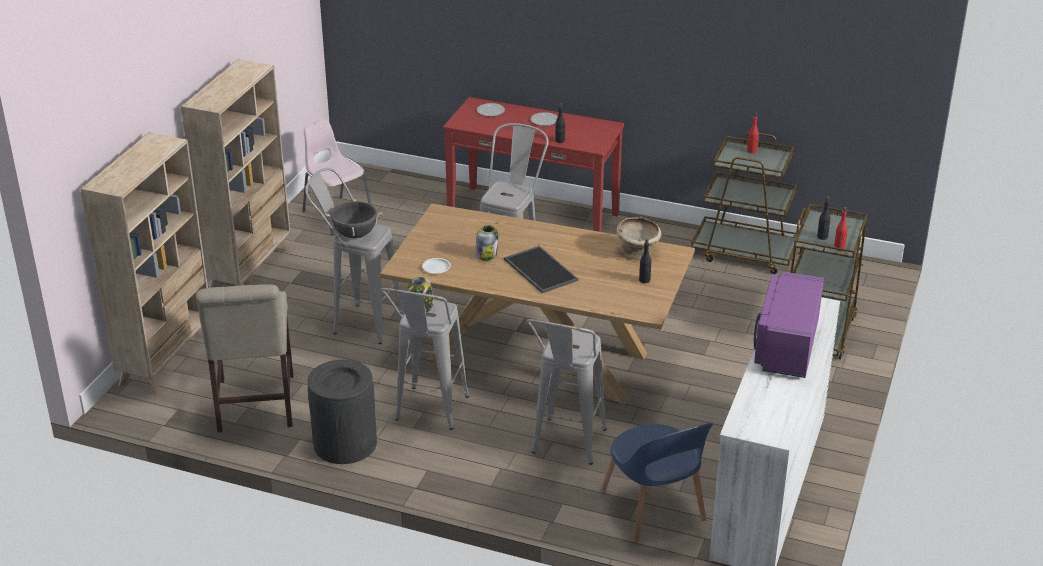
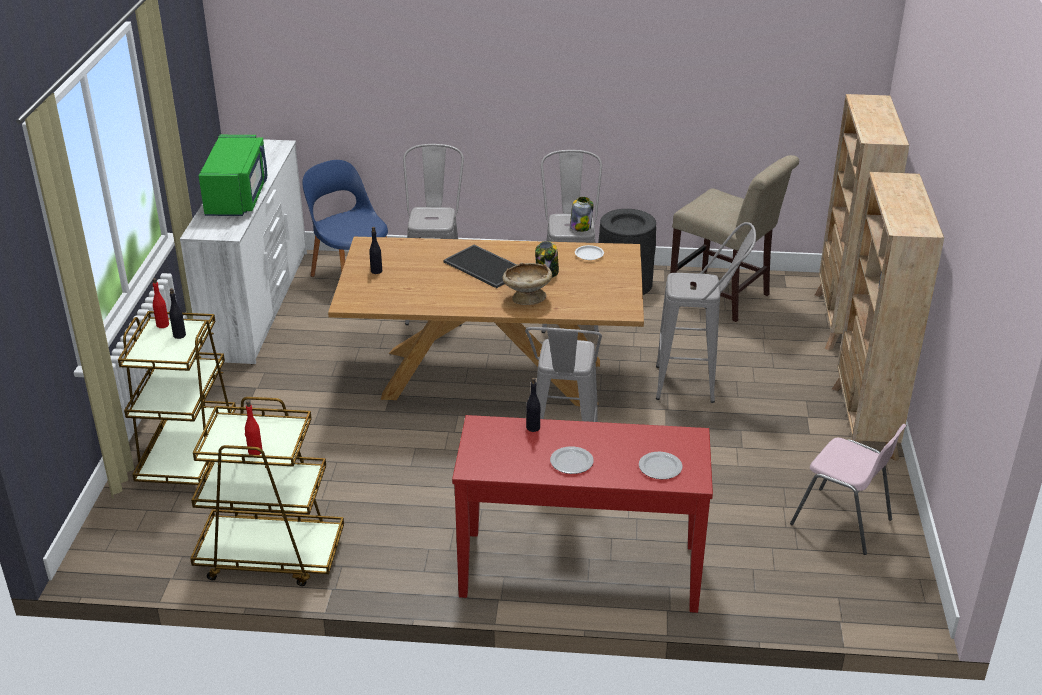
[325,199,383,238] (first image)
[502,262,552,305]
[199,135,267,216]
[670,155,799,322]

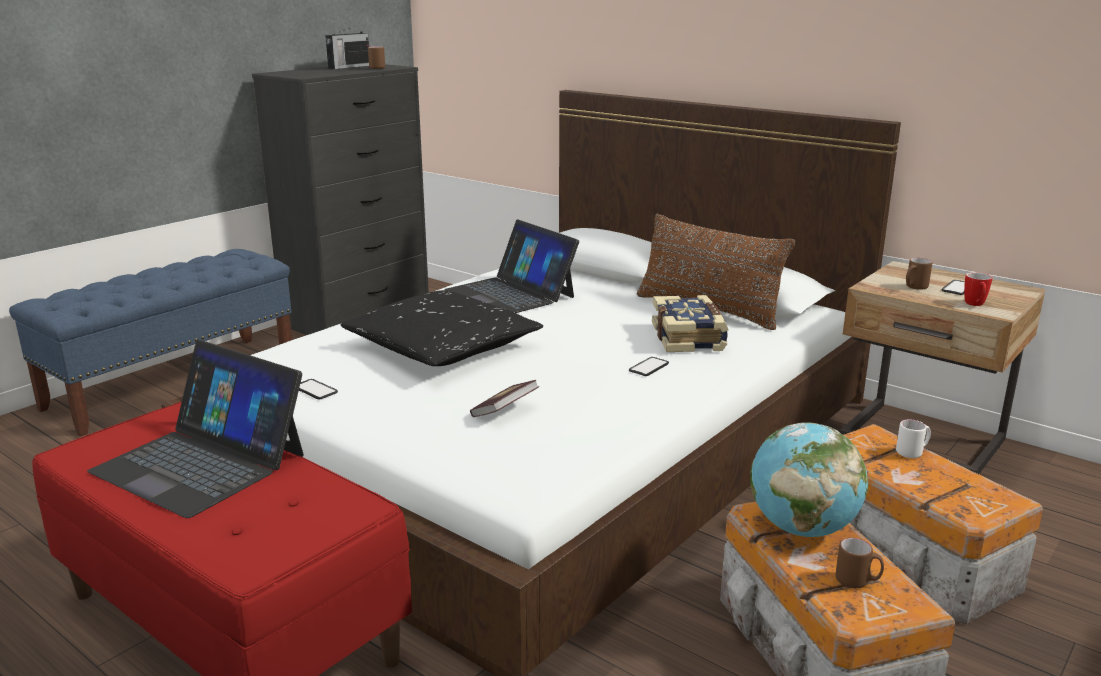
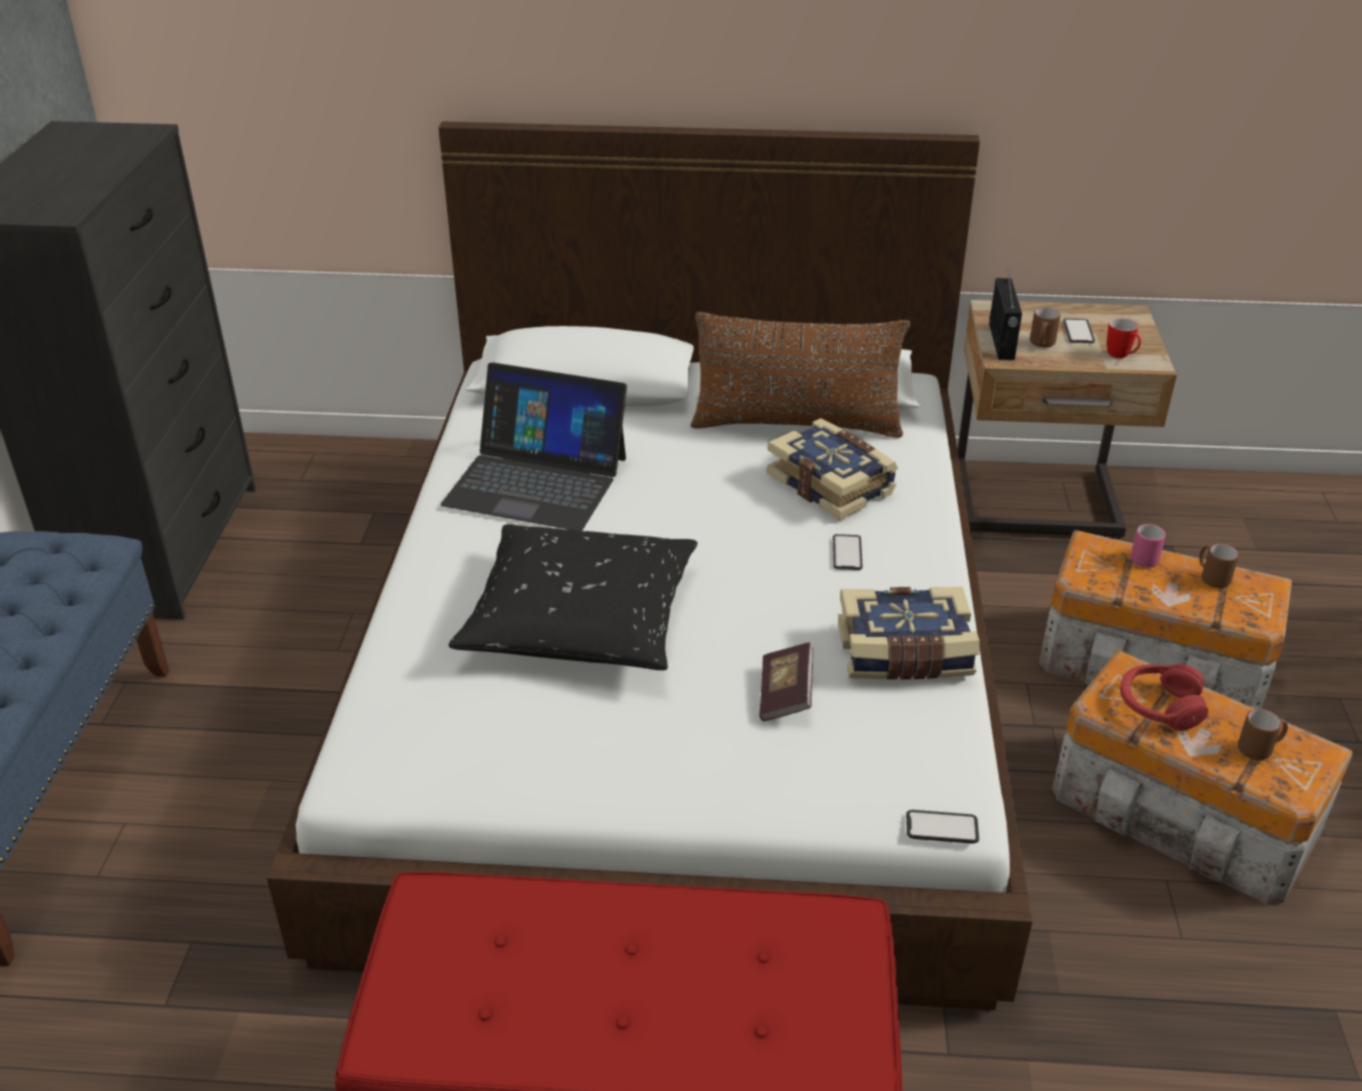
[989,269,1022,360]
[1199,544,1239,588]
[87,340,304,518] (first image)
[906,810,979,844]
[1131,524,1166,567]
[1120,664,1208,731]
[838,587,979,680]

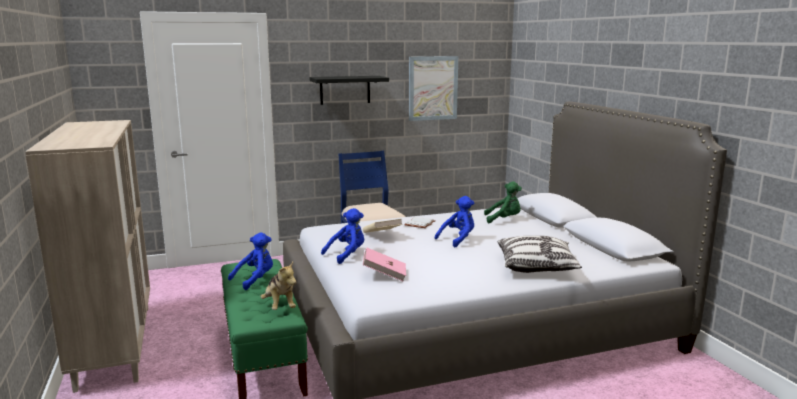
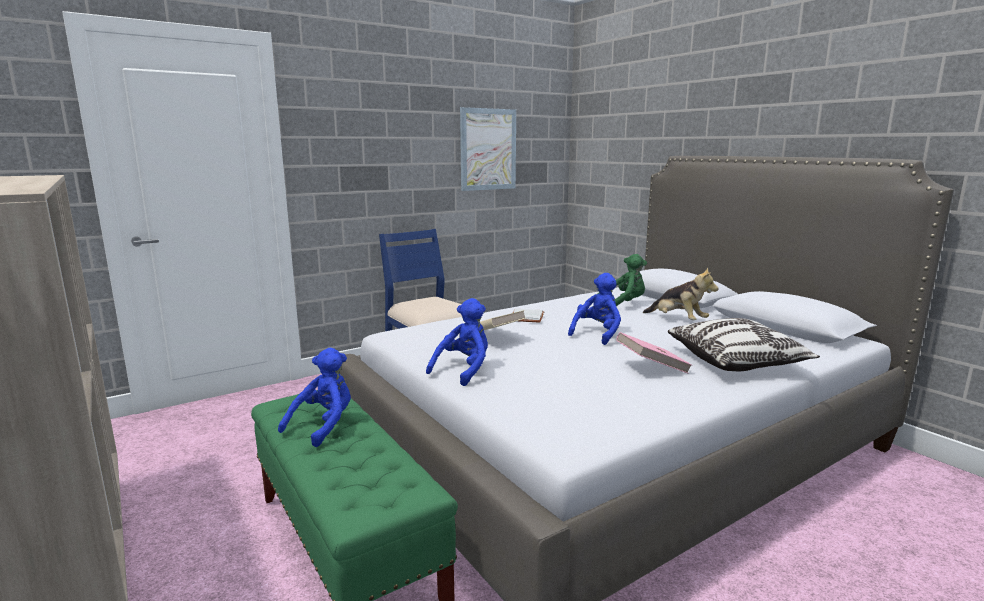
[309,76,389,105] (first image)
[616,332,692,374]
[643,267,718,320]

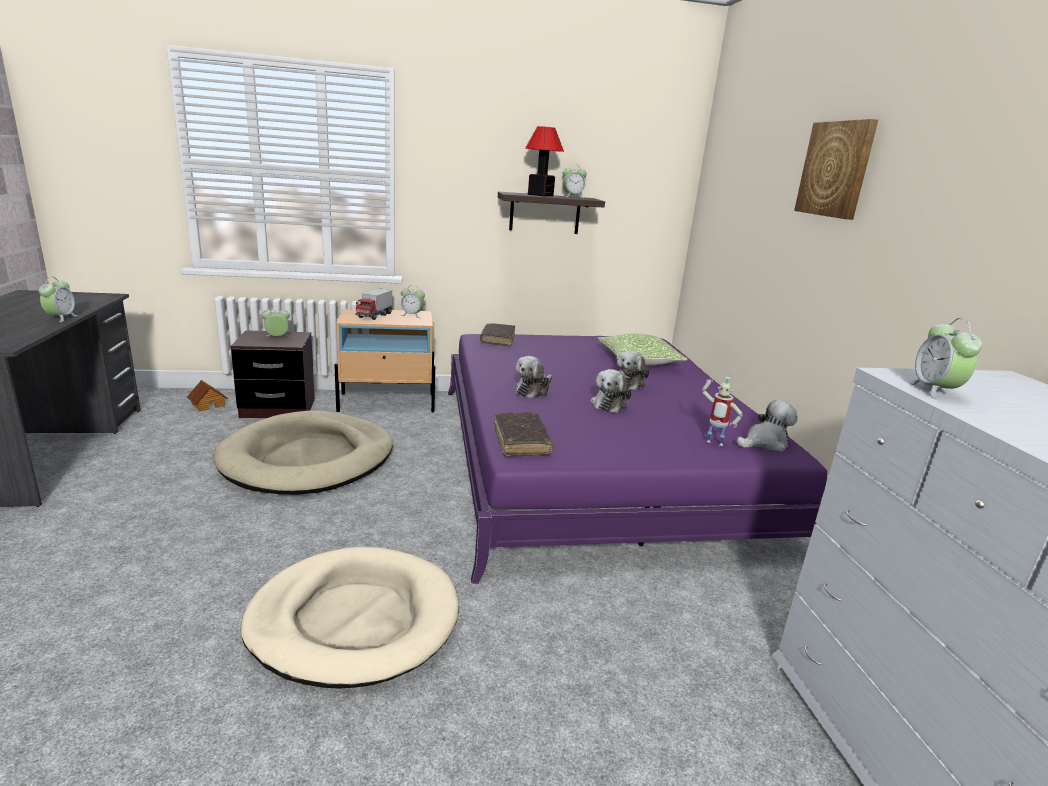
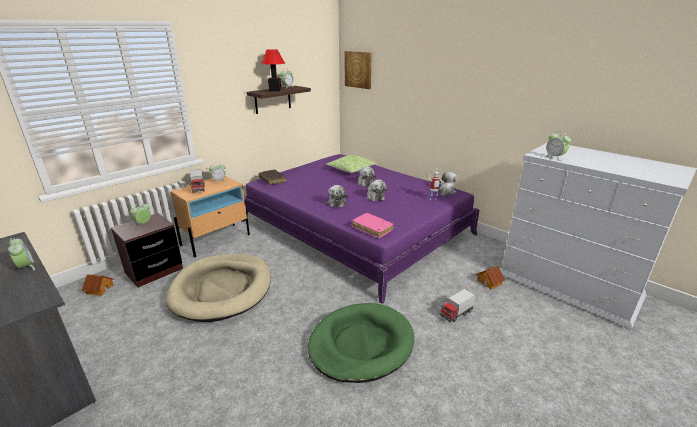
[344,51,372,89]
[352,213,394,238]
[308,303,414,383]
[476,266,505,290]
[440,289,476,322]

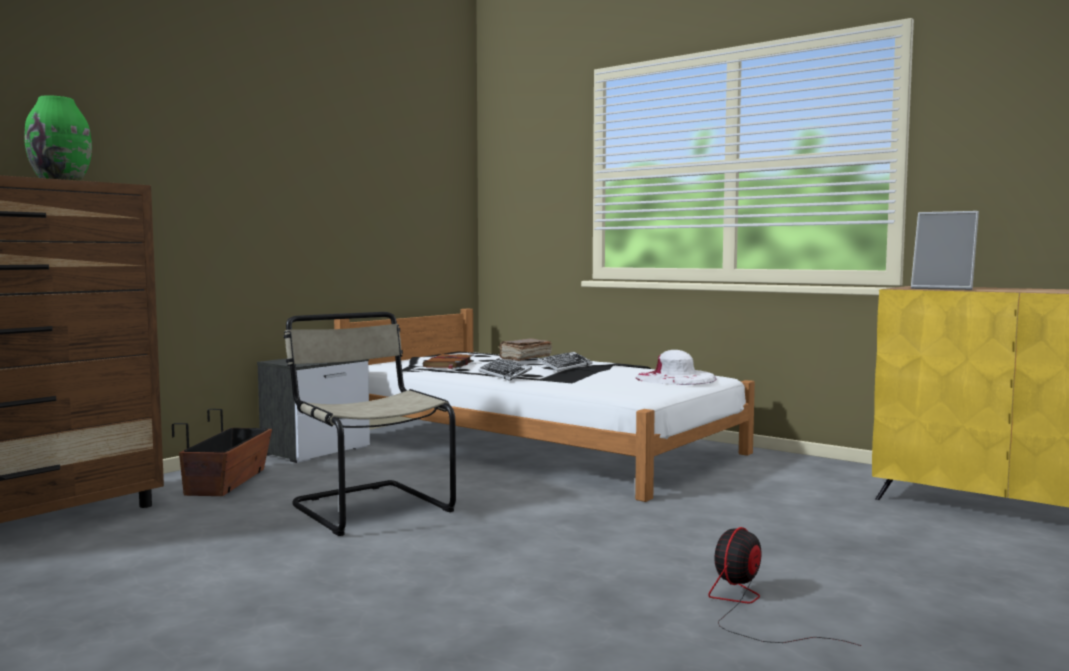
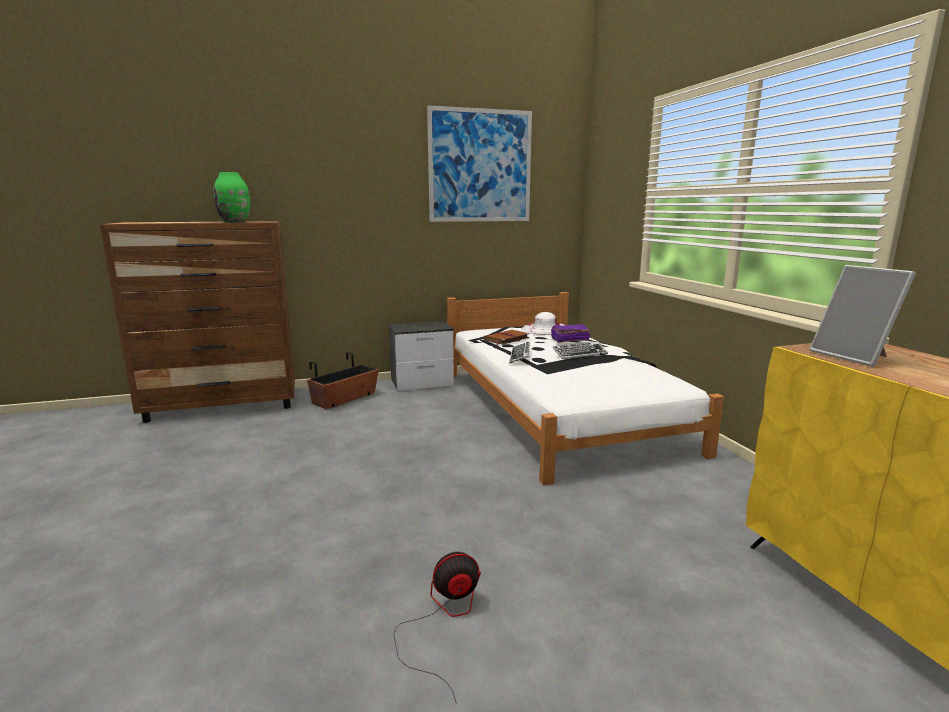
[283,312,456,536] (first image)
[551,324,590,343]
[522,312,564,335]
[427,105,532,222]

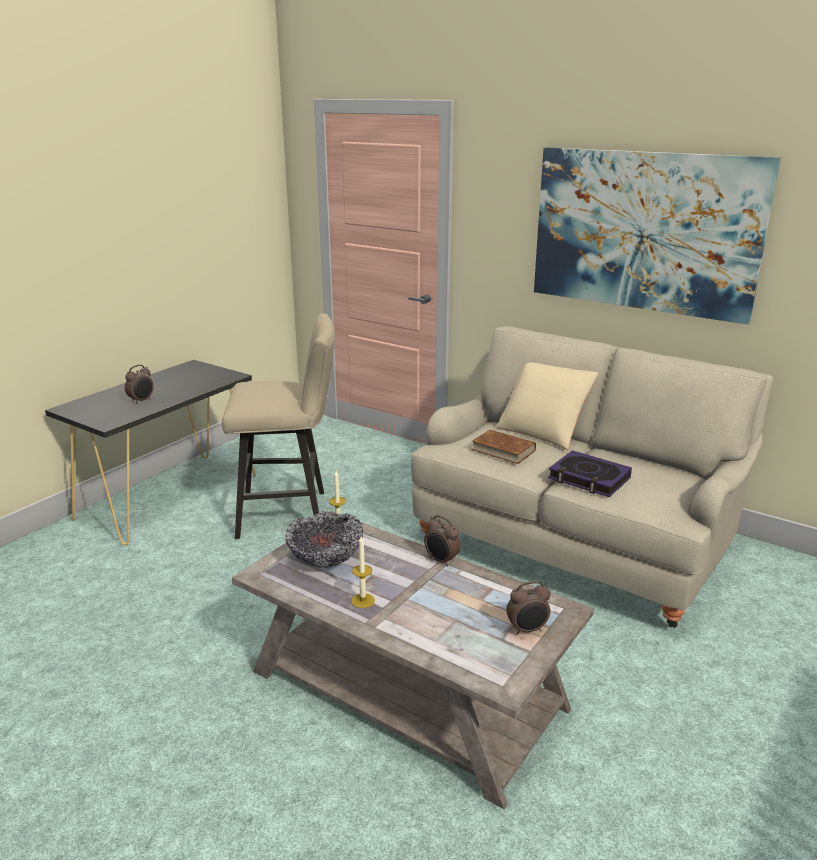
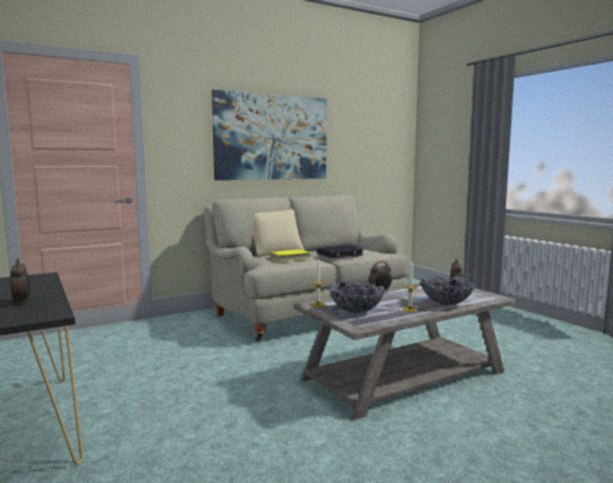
[222,313,335,539] (first image)
[267,249,311,262]
[420,276,475,305]

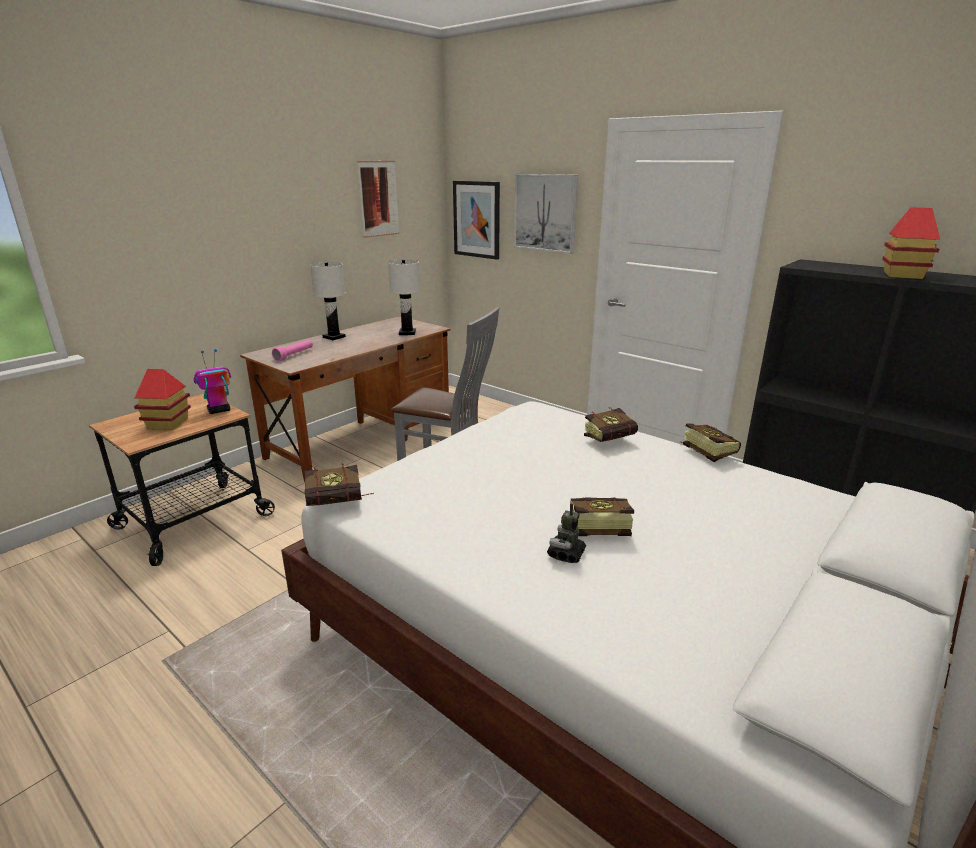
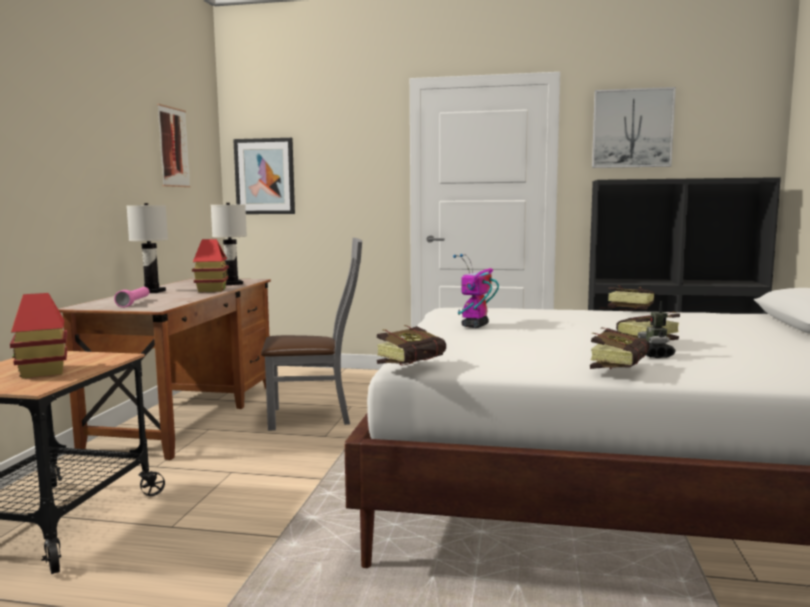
[592,87,676,168]
[192,239,229,292]
[453,254,499,328]
[590,328,649,369]

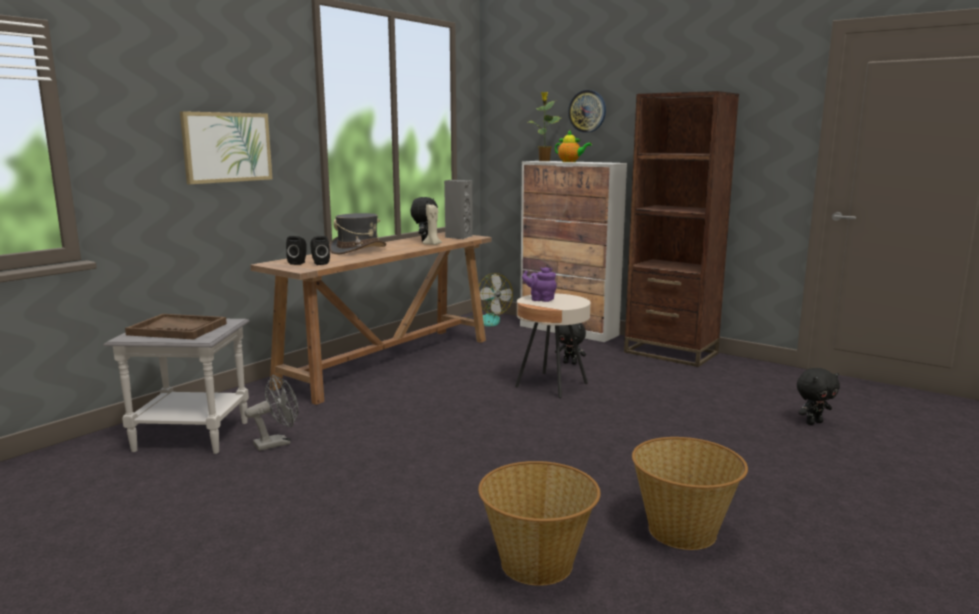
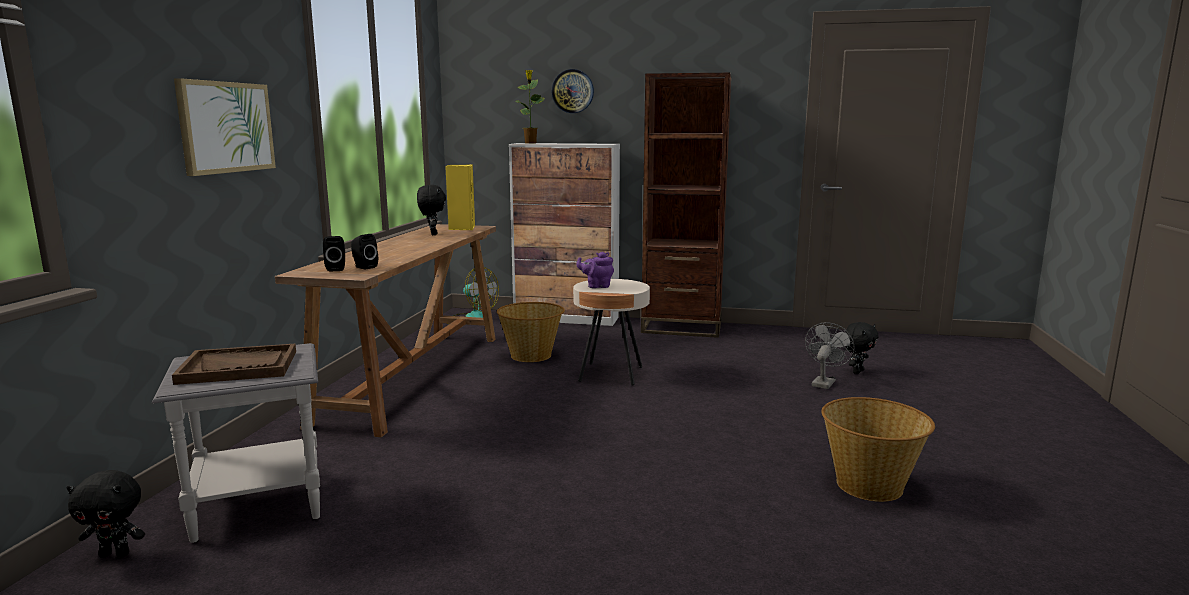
[555,130,592,162] (first image)
[445,164,475,230]
[423,204,442,245] (first image)
[329,213,386,254] (first image)
[66,470,145,558]
[805,322,855,389]
[497,302,565,362]

